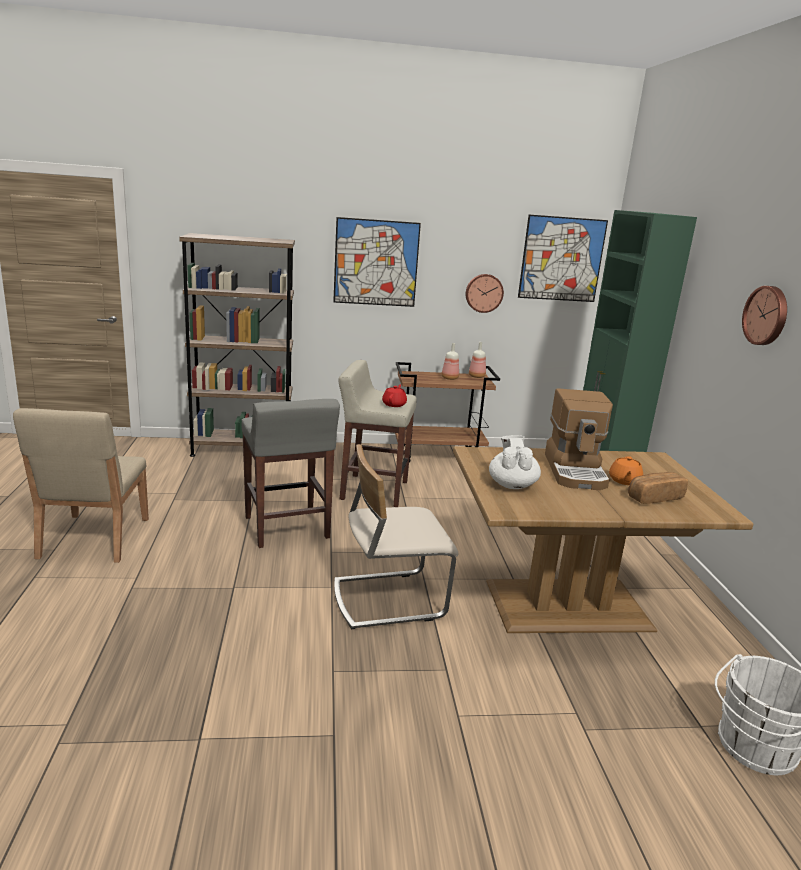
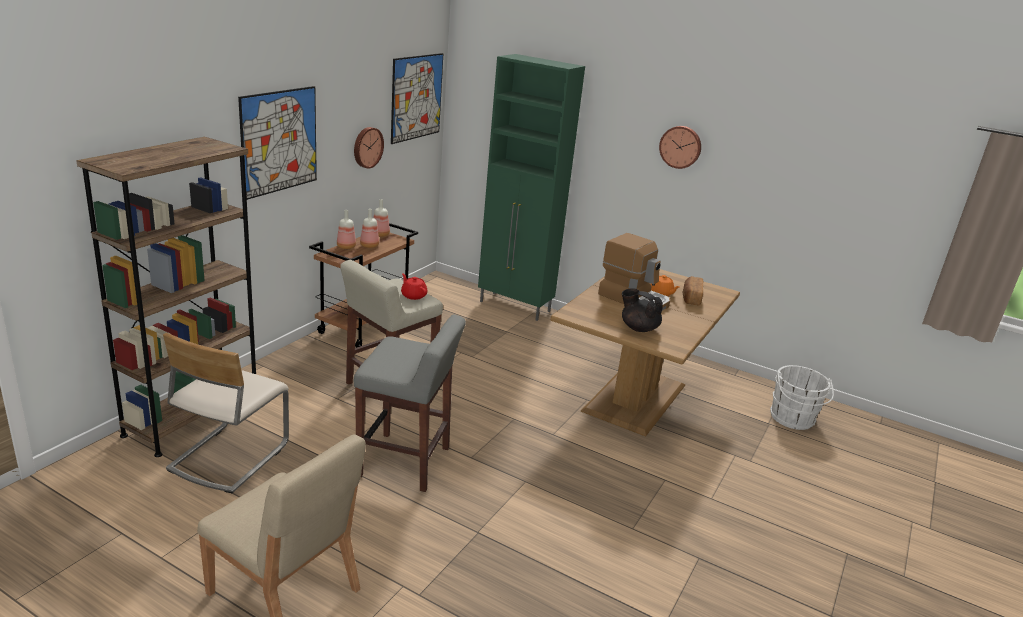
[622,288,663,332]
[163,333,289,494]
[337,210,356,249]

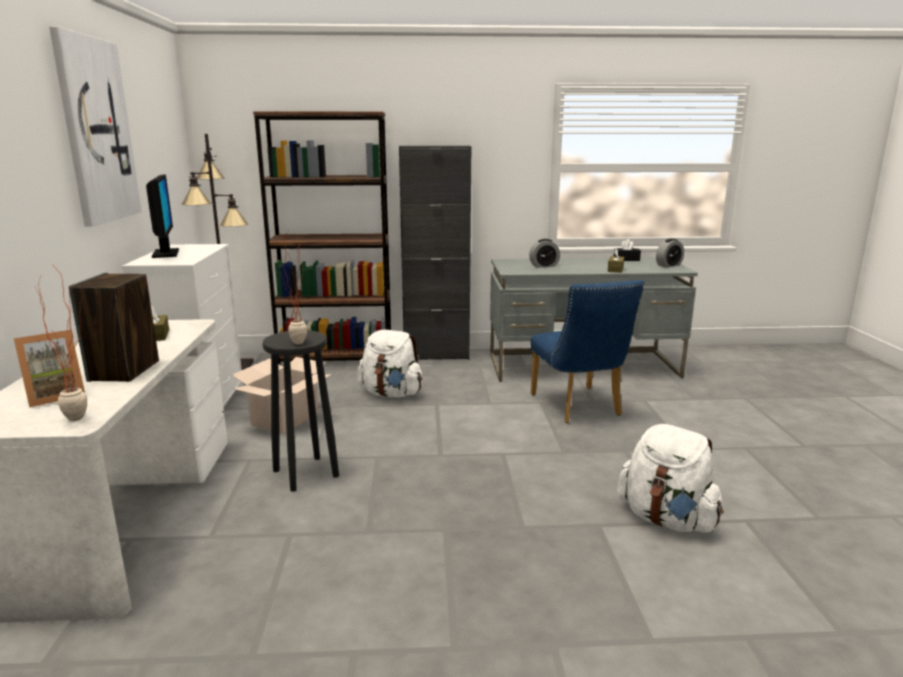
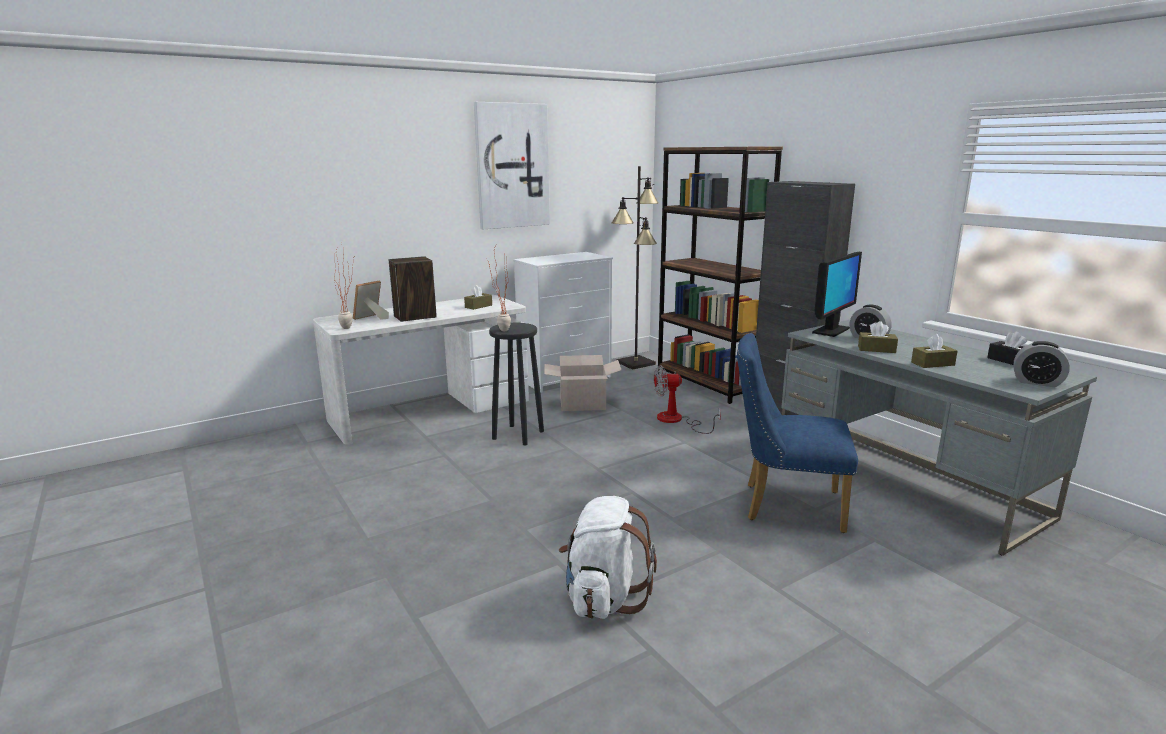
[812,252,862,337]
[737,333,858,533]
[353,281,389,320]
[654,365,721,434]
[858,321,898,353]

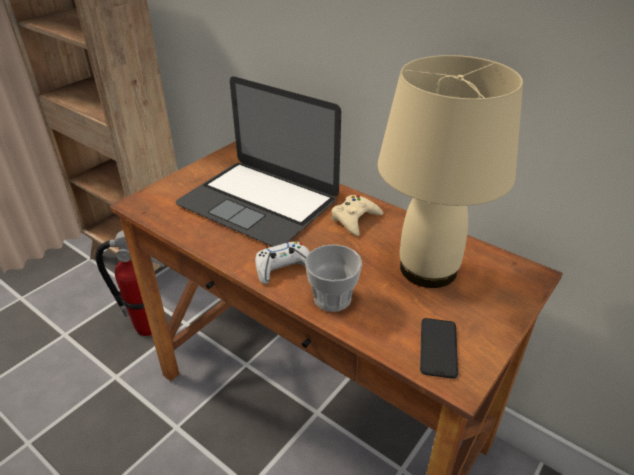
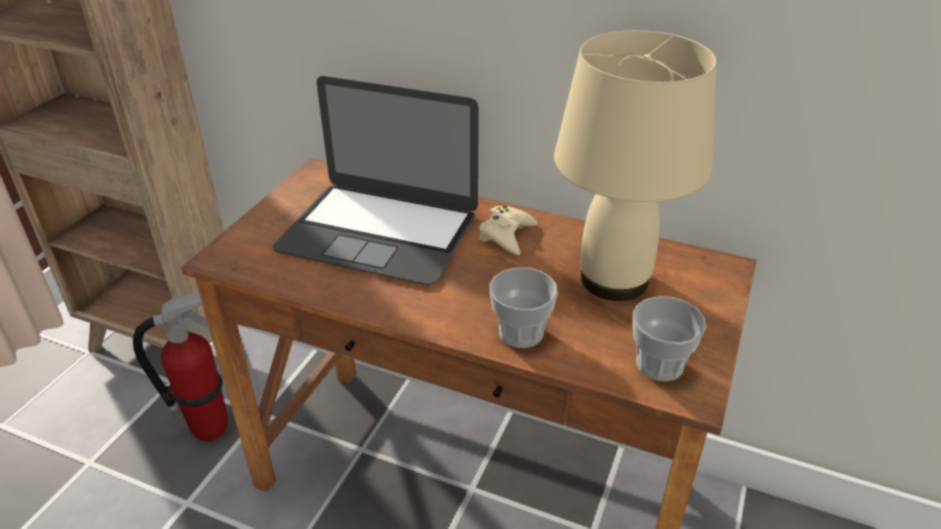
[255,241,310,284] (first image)
[633,296,706,381]

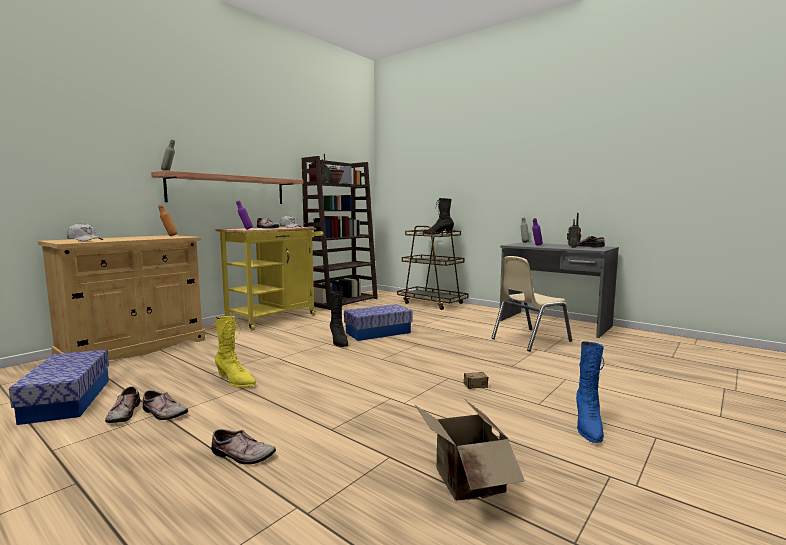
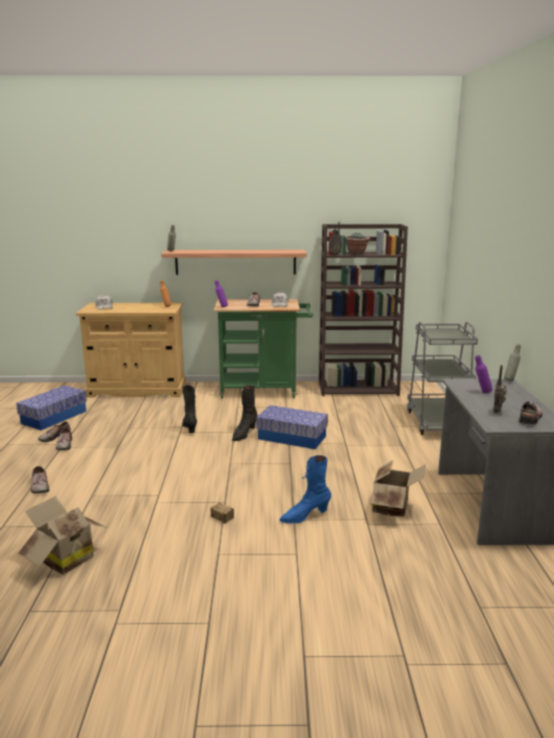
[182,385,197,433]
[407,322,478,435]
[214,299,313,399]
[371,460,426,517]
[215,316,256,387] (first image)
[279,455,331,524]

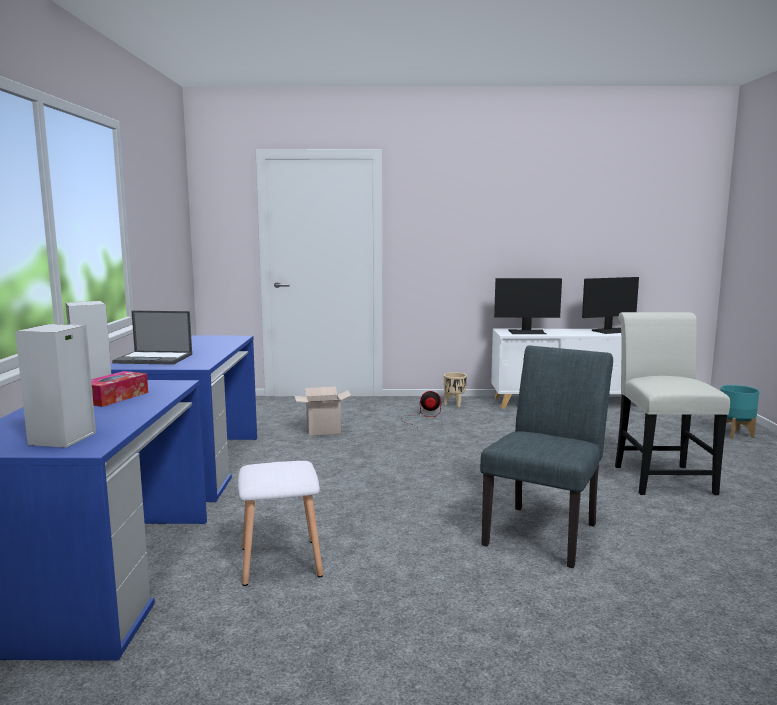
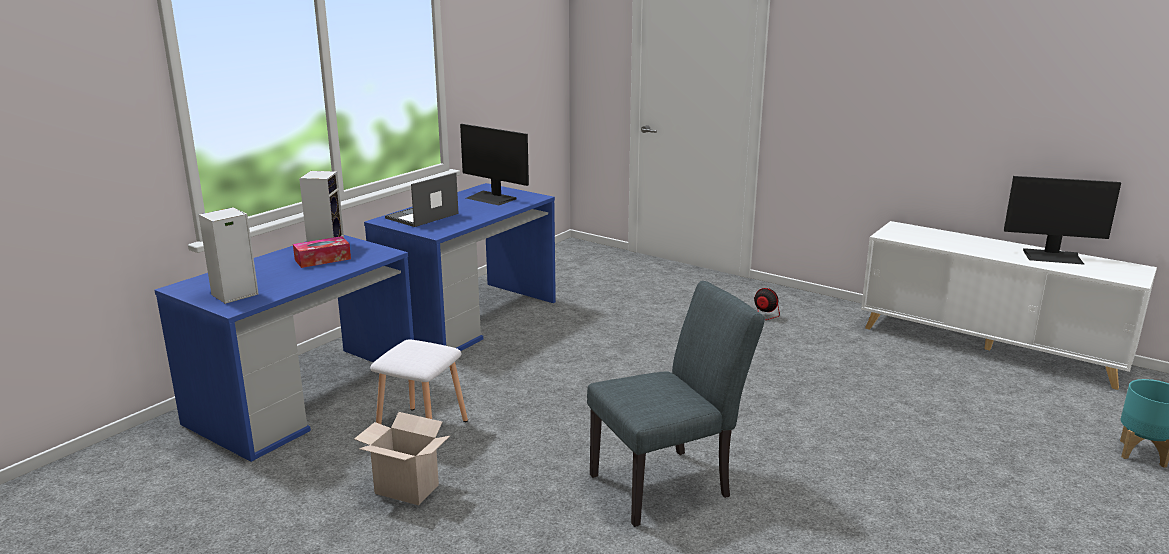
[460,124,529,205]
[385,173,459,227]
[615,312,730,495] (first image)
[444,372,467,408] (first image)
[354,412,450,505]

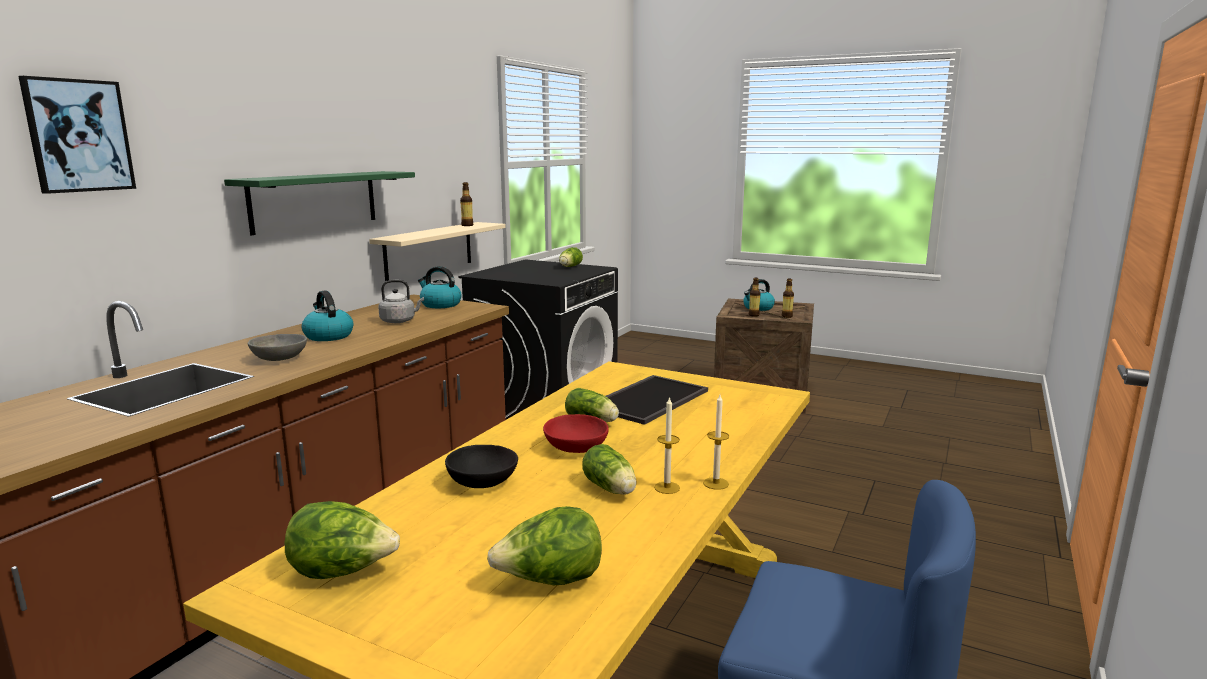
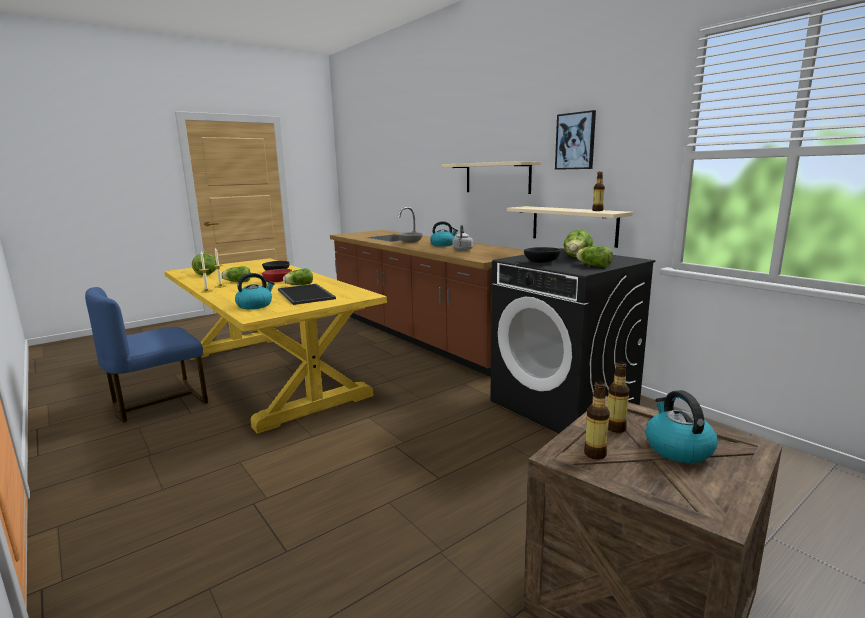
[555,110,596,170]
[442,161,541,194]
[235,273,275,309]
[564,229,593,257]
[524,247,561,263]

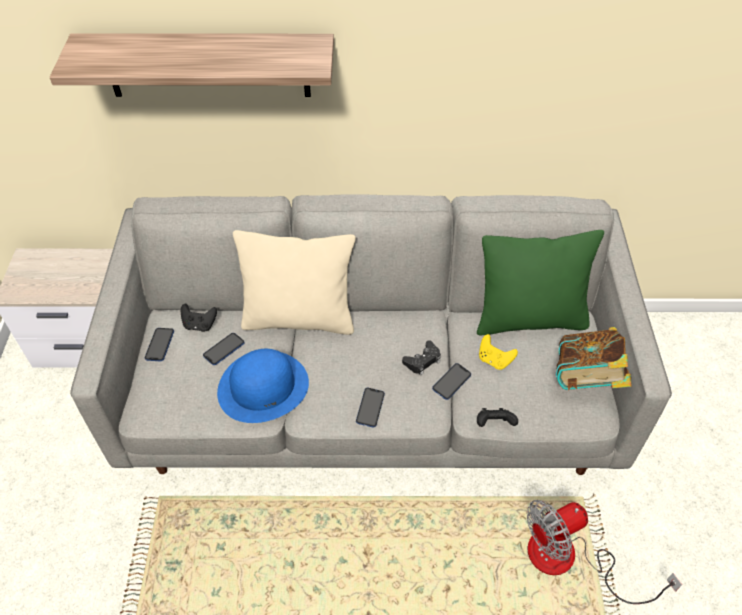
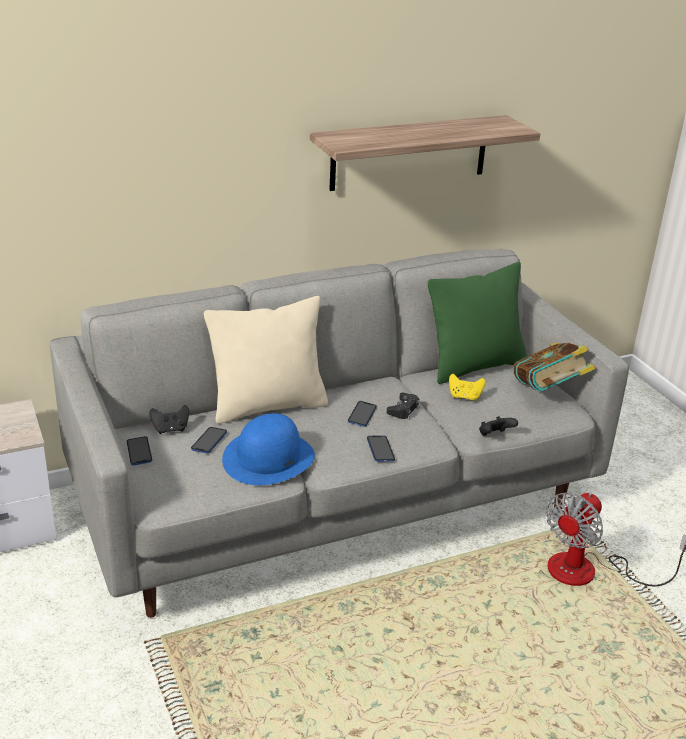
[310,115,540,191]
[348,401,377,427]

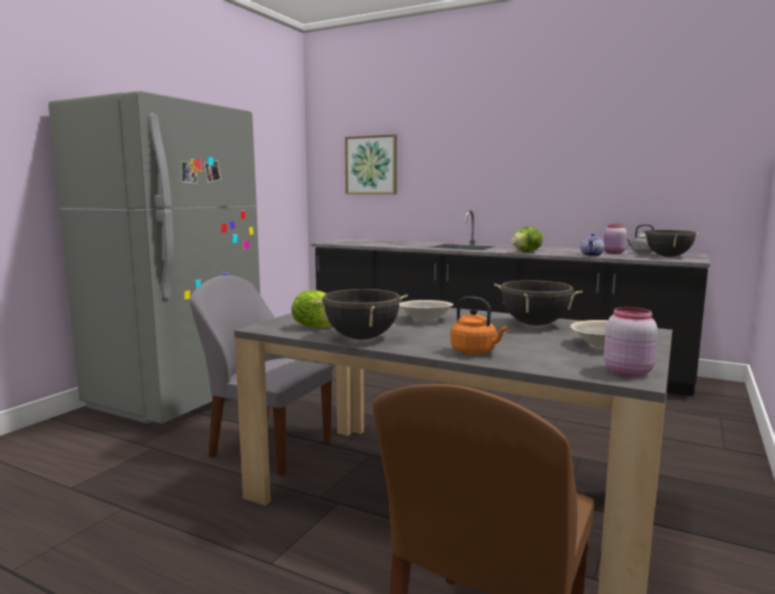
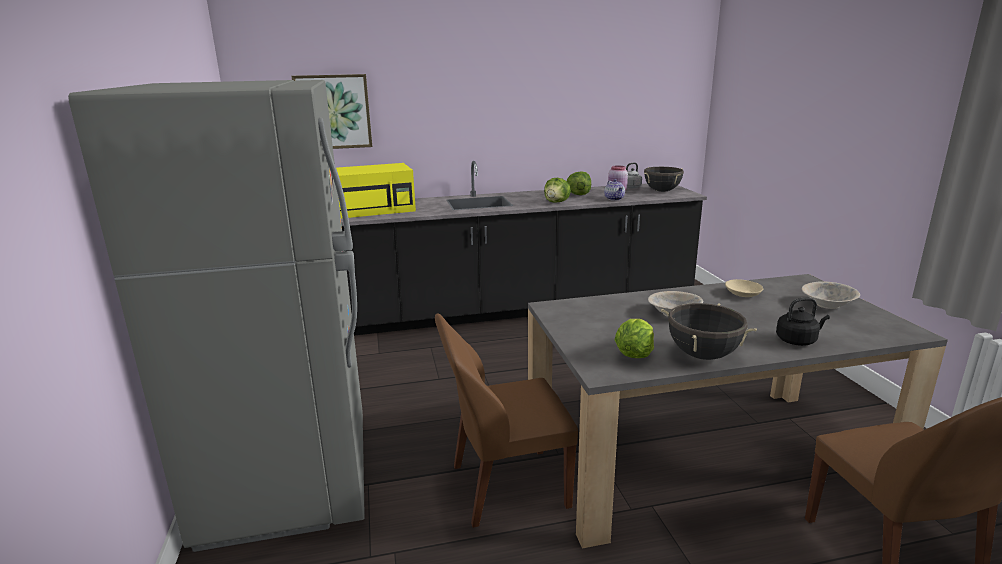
[435,314,578,528]
[725,279,763,297]
[776,297,830,346]
[604,307,658,377] (first image)
[336,163,416,218]
[567,171,591,195]

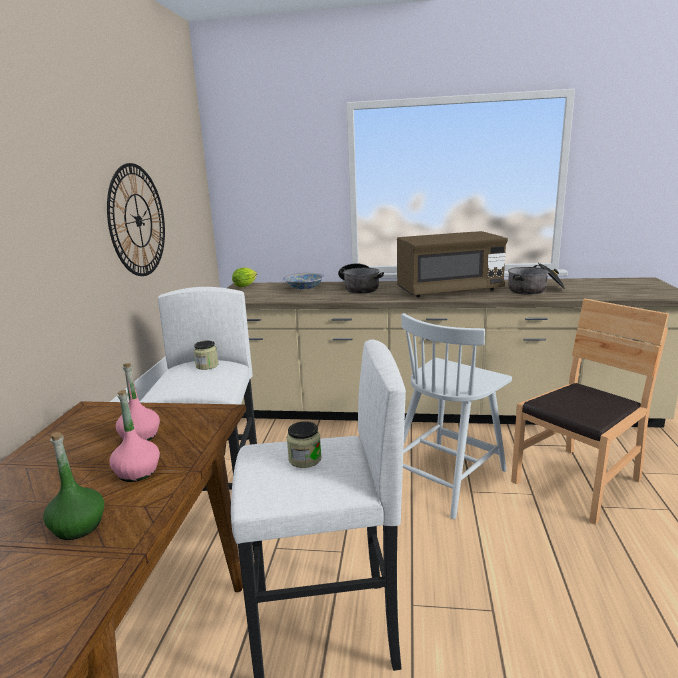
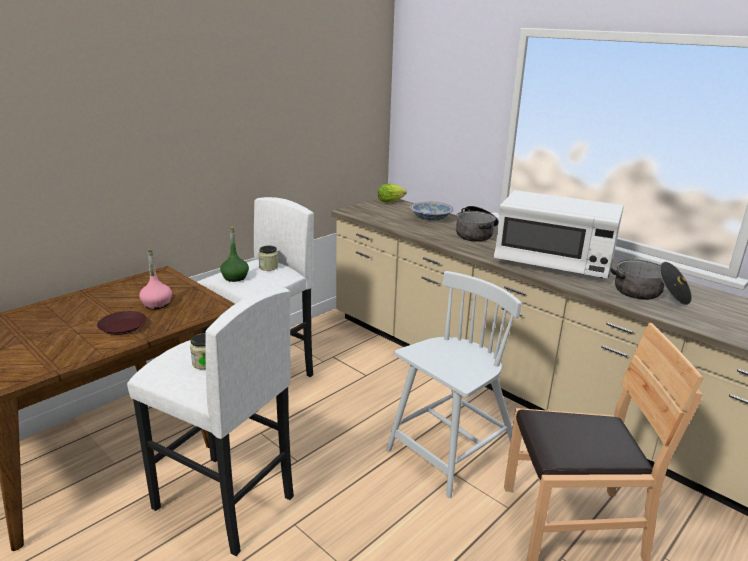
[107,163,165,276] (first image)
[494,190,624,278]
[386,271,522,498]
[97,311,146,335]
[220,227,249,282]

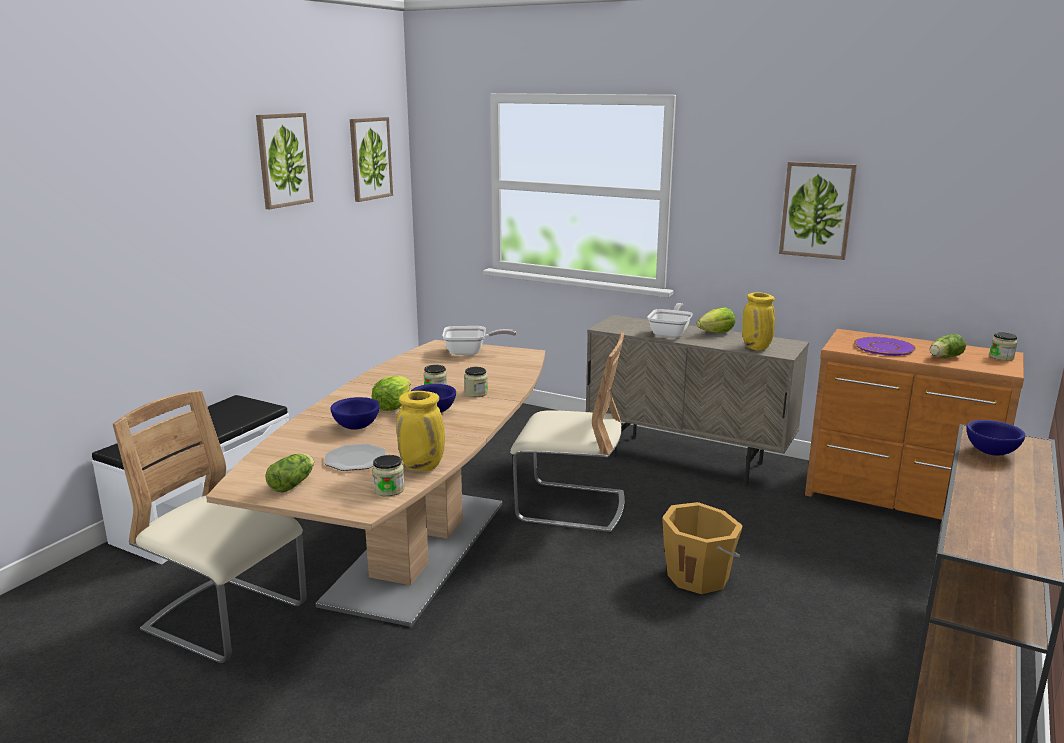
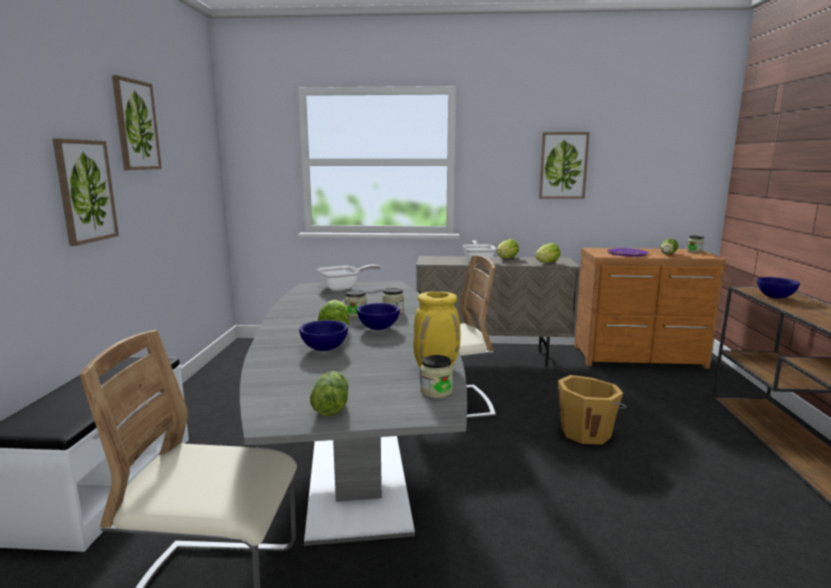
[53,139,119,246]
[535,243,561,263]
[240,281,467,546]
[324,443,386,471] (first image)

